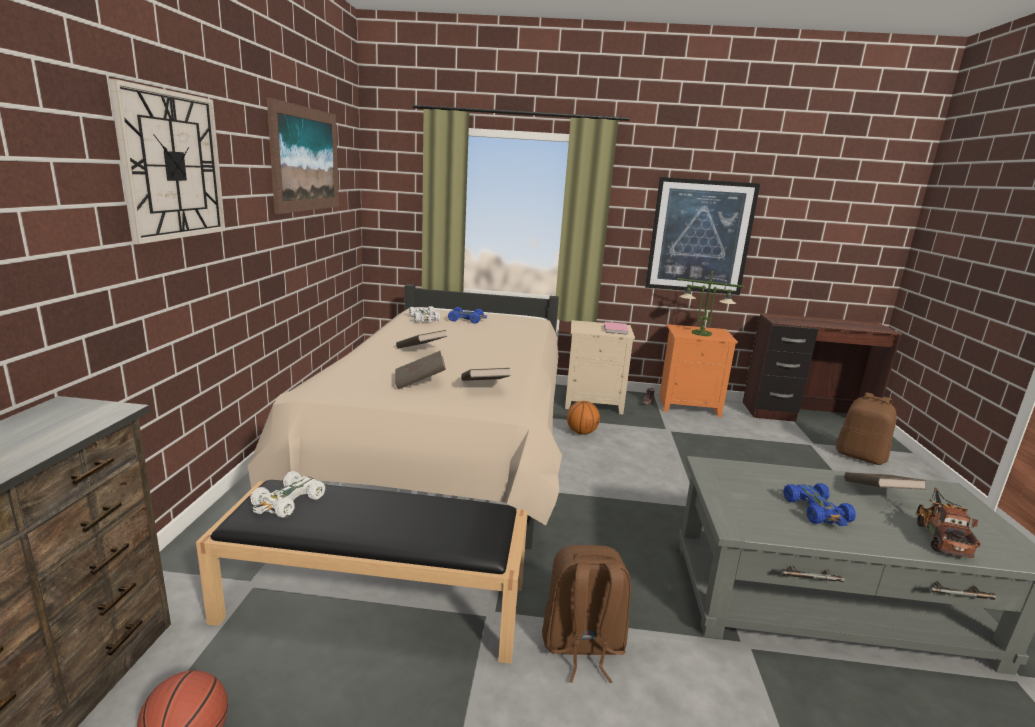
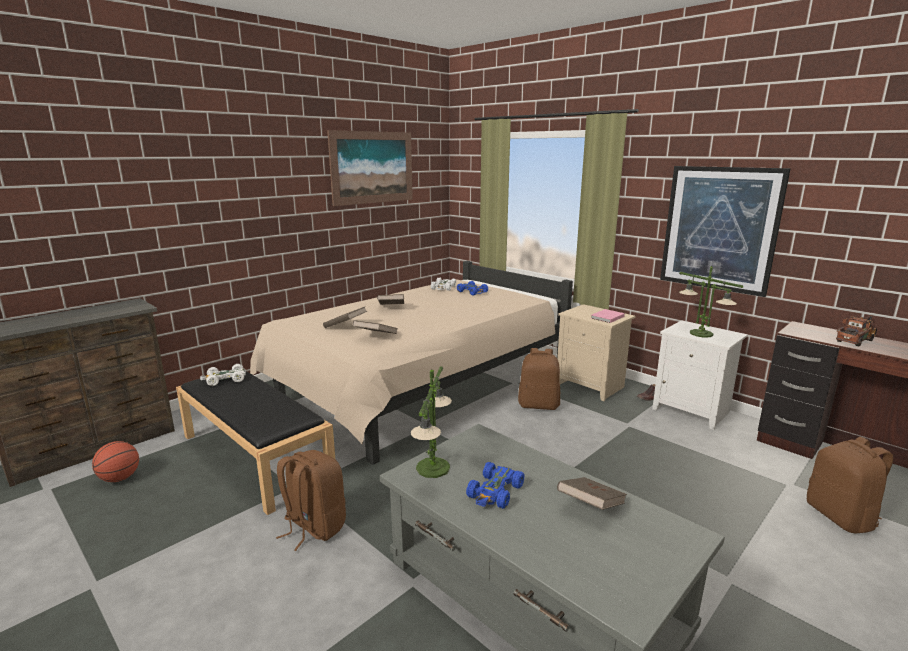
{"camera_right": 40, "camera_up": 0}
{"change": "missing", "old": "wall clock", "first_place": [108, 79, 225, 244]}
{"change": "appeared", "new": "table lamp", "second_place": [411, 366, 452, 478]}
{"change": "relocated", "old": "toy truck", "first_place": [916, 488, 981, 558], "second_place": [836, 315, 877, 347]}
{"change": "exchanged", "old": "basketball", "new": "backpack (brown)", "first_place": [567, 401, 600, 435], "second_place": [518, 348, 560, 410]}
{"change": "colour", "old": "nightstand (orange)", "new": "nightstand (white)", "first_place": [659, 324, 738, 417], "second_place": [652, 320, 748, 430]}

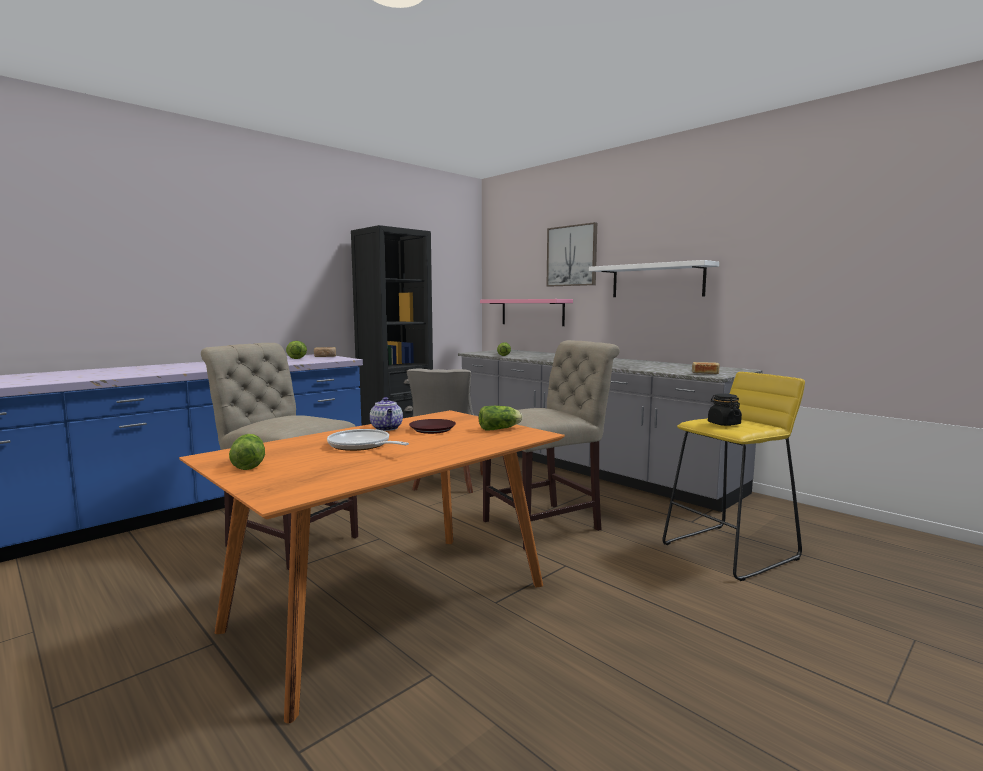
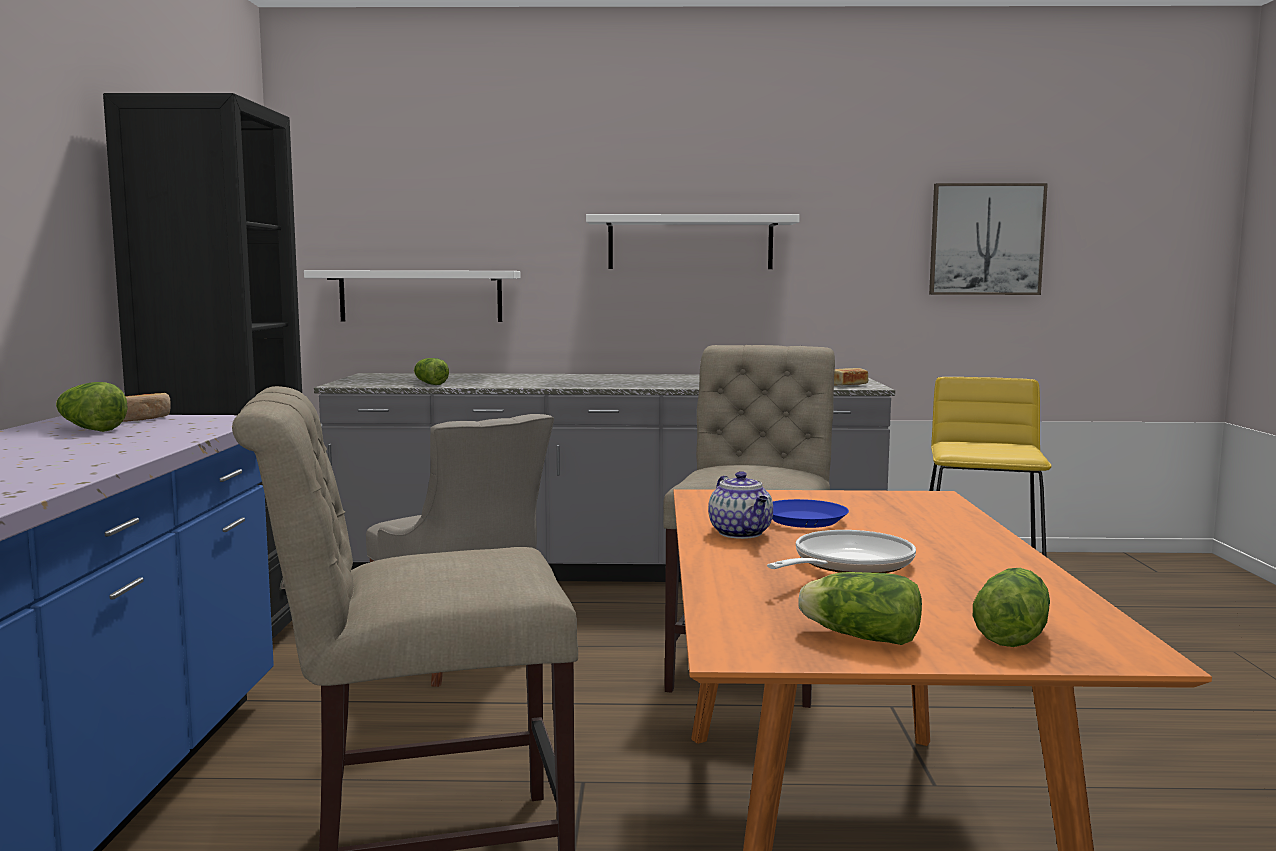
{"camera_right": -45, "camera_up": 0}
{"change": "missing", "old": "jar (black)", "first_place": [708, 394, 742, 426]}
{"change": "relocated", "old": "lettuce", "first_place": [479, 406, 522, 431], "second_place": [973, 568, 1050, 647]}
{"change": "relocated", "old": "picture", "first_place": [547, 222, 597, 287], "second_place": [929, 183, 1048, 295]}
{"change": "colour", "old": "plate (brown)", "new": "plate (blue)", "first_place": [409, 419, 456, 434], "second_place": [772, 499, 849, 528]}
{"change": "colour", "old": "shelf (pink)", "new": "shelf (white)", "first_place": [480, 299, 573, 326], "second_place": [304, 270, 521, 322]}
{"change": "spun", "old": "frying pan", "first_place": [327, 429, 409, 451], "second_place": [767, 530, 916, 573], "degrees": 135}
{"change": "spun", "old": "teapot", "first_place": [370, 397, 403, 431], "second_place": [708, 471, 773, 539], "degrees": 45}

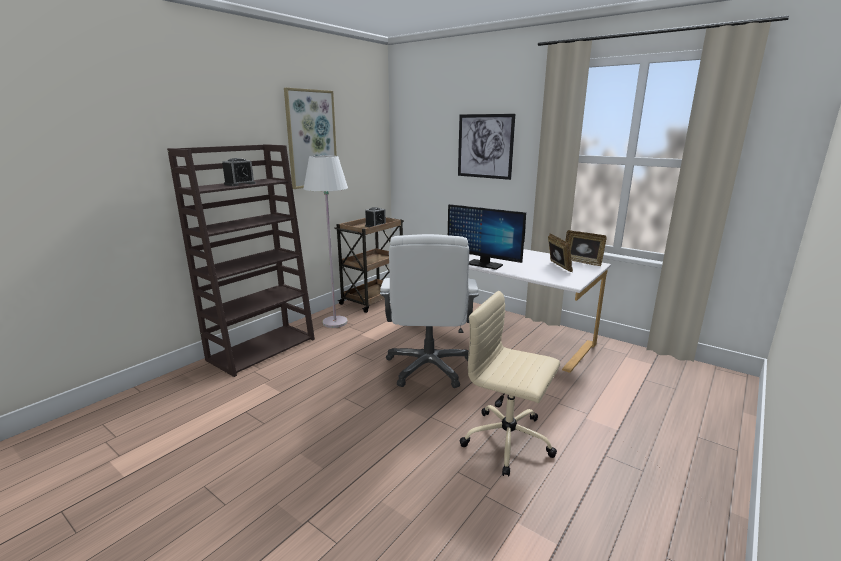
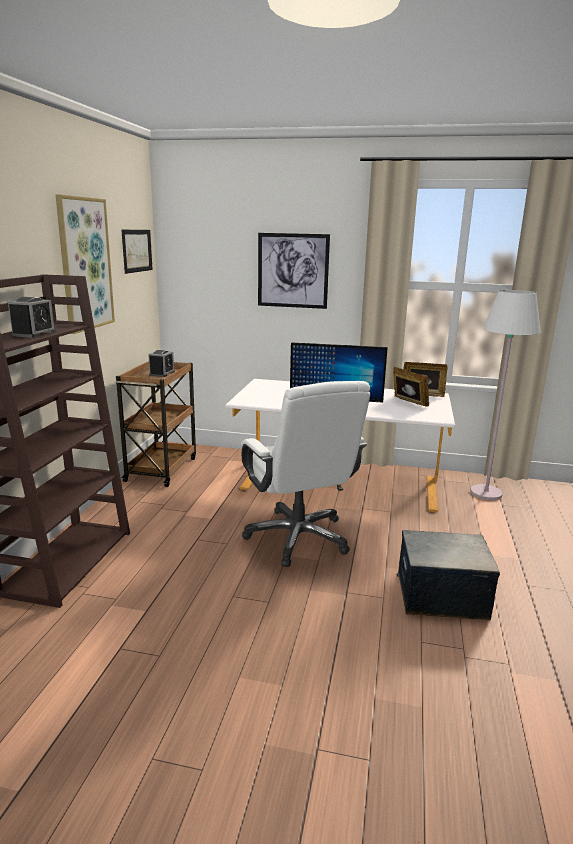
{"camera_right": -25, "camera_up": 0}
{"change": "appeared", "new": "picture", "second_place": [121, 230, 153, 274]}
{"change": "relocated", "old": "floor lamp (white)", "first_place": [303, 156, 348, 328], "second_place": [470, 290, 541, 500]}
{"change": "exchanged", "old": "office chair (beige)", "new": "storage box", "first_place": [460, 290, 560, 477], "second_place": [397, 530, 500, 620]}

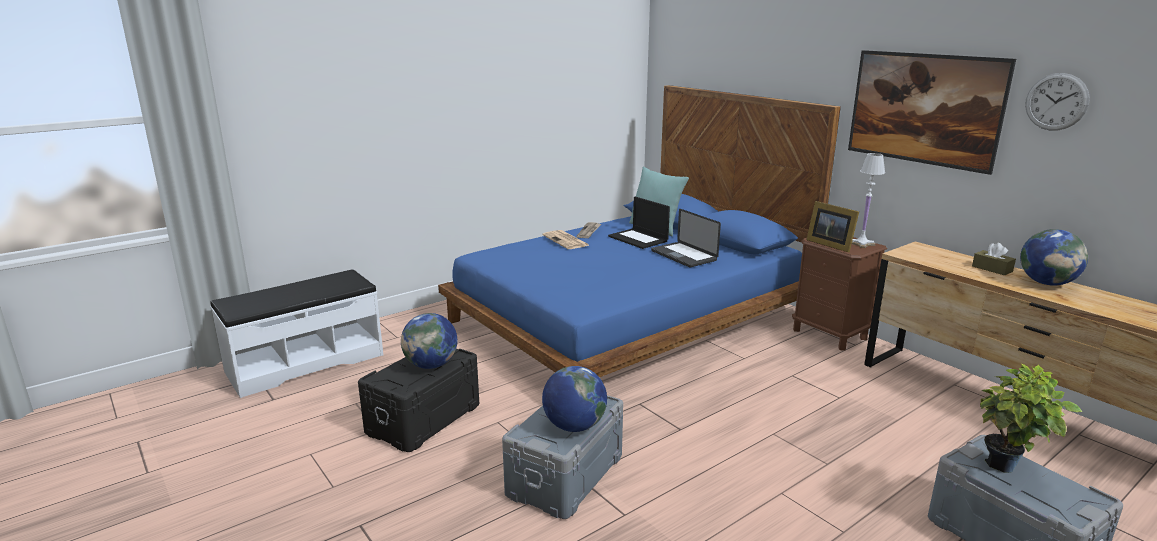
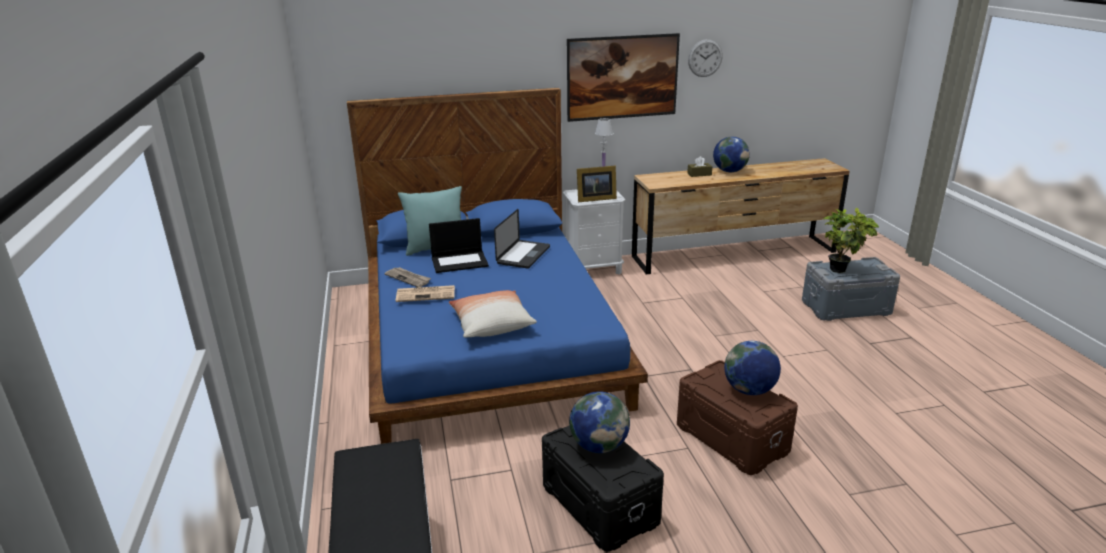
{"camera_right": -65, "camera_up": 5}
{"change": "appeared", "new": "pillow", "second_place": [449, 290, 537, 338]}
{"change": "colour", "old": "storage box (grey)", "new": "storage box (brown)", "first_place": [502, 395, 623, 519], "second_place": [677, 360, 798, 475]}
{"change": "colour", "old": "nightstand (brown)", "new": "nightstand (white)", "first_place": [792, 237, 887, 351], "second_place": [563, 189, 625, 275]}
{"change": "spun", "old": "laptop", "first_place": [651, 209, 721, 268], "second_place": [494, 209, 550, 269], "degrees": -60}

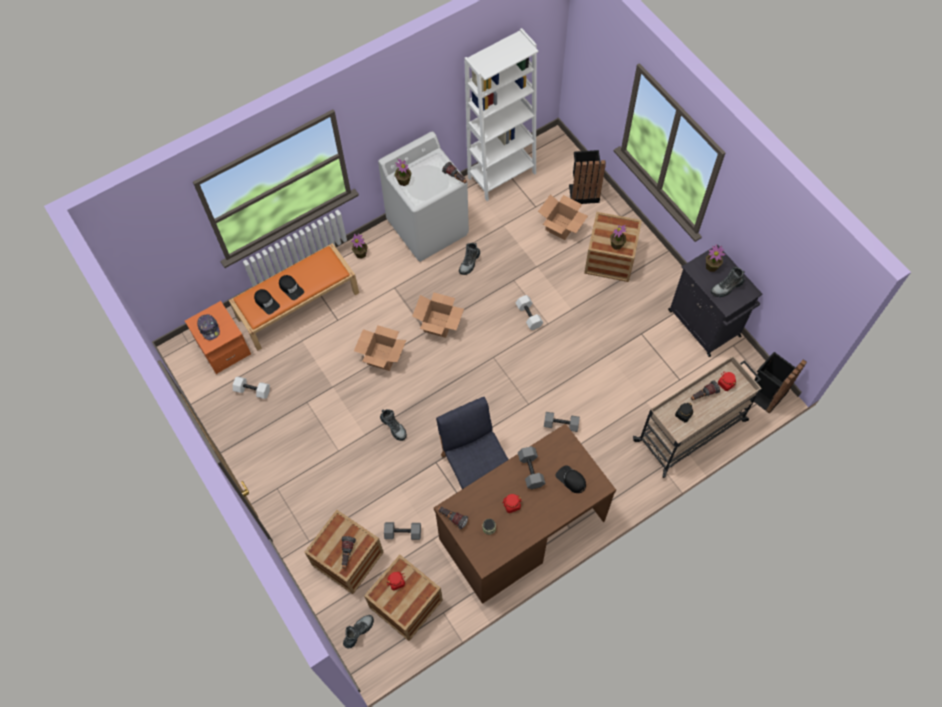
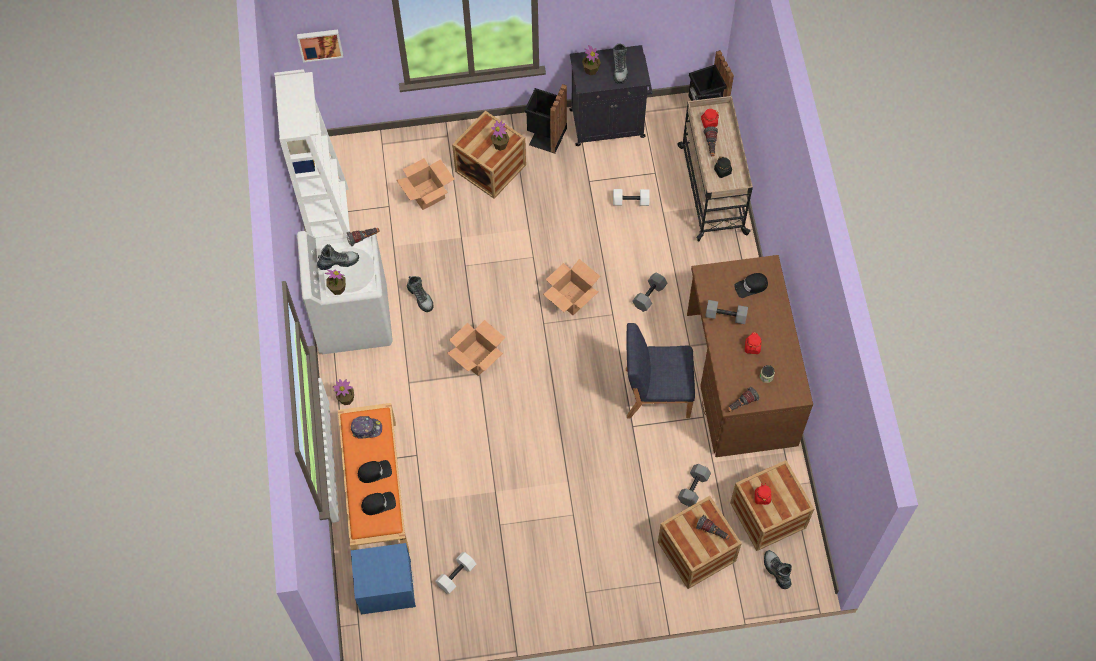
{"camera_right": -65, "camera_up": 0}
{"change": "appeared", "new": "picture", "second_place": [297, 29, 343, 62]}
{"change": "relocated", "old": "cap", "first_place": [197, 314, 220, 340], "second_place": [351, 416, 382, 439]}
{"change": "relocated", "old": "cardboard box", "first_place": [354, 326, 406, 371], "second_place": [543, 259, 600, 315]}
{"change": "relocated", "old": "boot", "first_place": [380, 409, 407, 441], "second_place": [317, 244, 359, 270]}
{"change": "relocated", "old": "dumbbell (white)", "first_place": [515, 295, 543, 330], "second_place": [613, 189, 650, 206]}
{"change": "relocated", "old": "trash can (black)", "first_place": [569, 150, 606, 204], "second_place": [524, 84, 567, 154]}
{"change": "colour", "old": "nightstand (orange)", "new": "nightstand (blue)", "first_place": [185, 301, 251, 374], "second_place": [351, 543, 416, 615]}

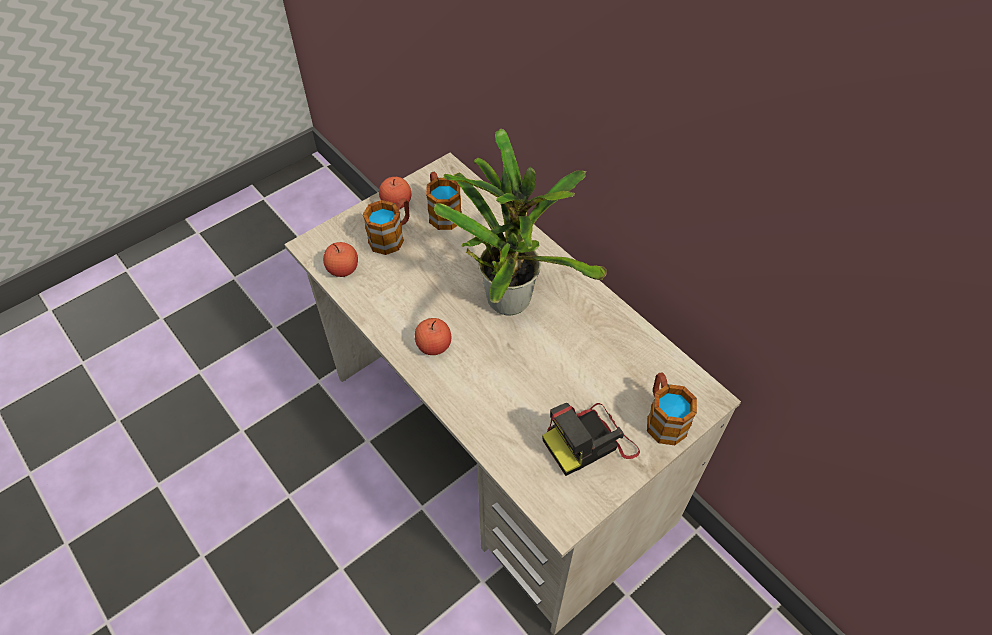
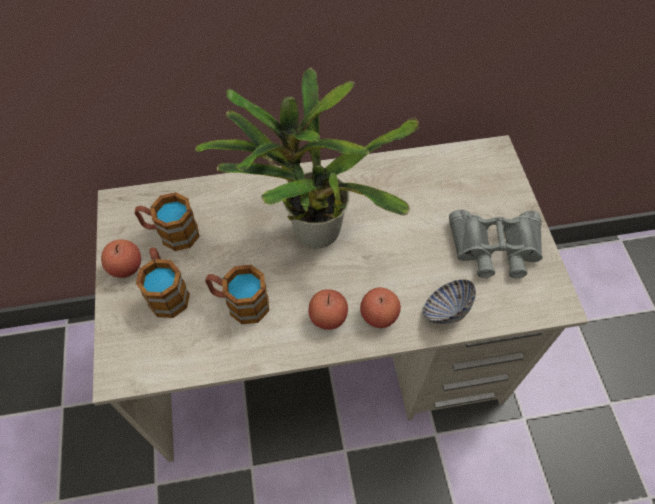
{"camera_right": -60, "camera_up": 5}
{"change": "appeared", "new": "bowl", "second_place": [423, 279, 476, 324]}
{"change": "relocated", "old": "apple", "first_place": [323, 242, 358, 277], "second_place": [360, 287, 401, 328]}
{"change": "relocated", "old": "mug", "first_place": [647, 373, 697, 445], "second_place": [205, 265, 269, 324]}
{"change": "exchanged", "old": "photo camera", "new": "binoculars (grey)", "first_place": [542, 403, 640, 476], "second_place": [449, 210, 543, 278]}

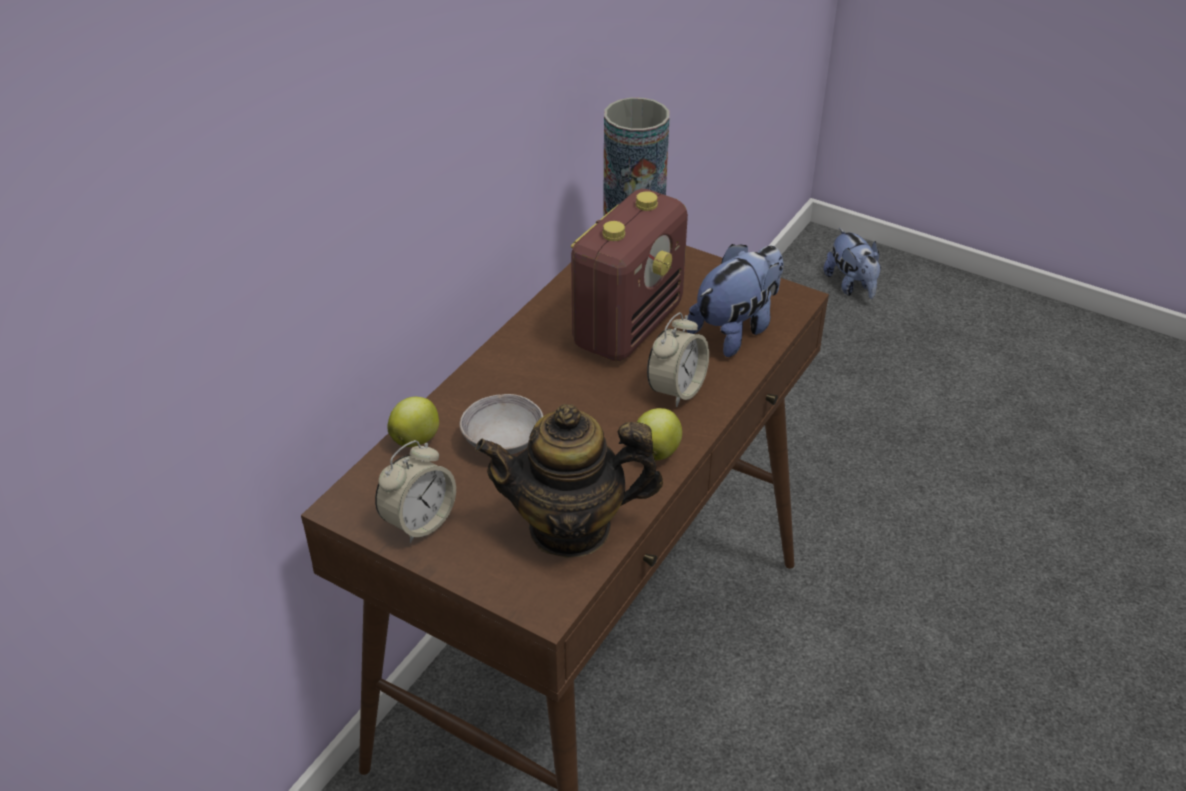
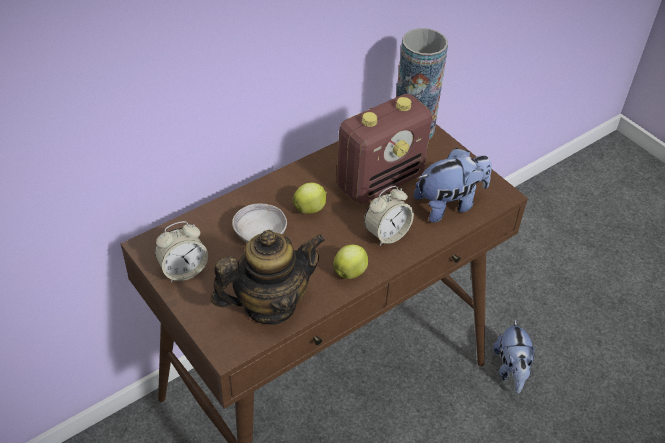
{"camera_right": 20, "camera_up": 5}
{"change": "relocated", "old": "apple", "first_place": [387, 397, 439, 447], "second_place": [293, 182, 327, 214]}
{"change": "relocated", "old": "plush toy", "first_place": [824, 228, 881, 299], "second_place": [493, 319, 535, 394]}
{"change": "spun", "old": "teapot", "first_place": [475, 404, 663, 558], "second_place": [211, 230, 325, 325], "degrees": 135}

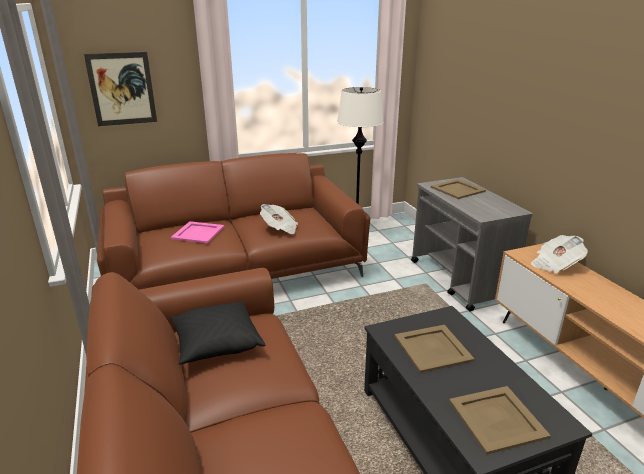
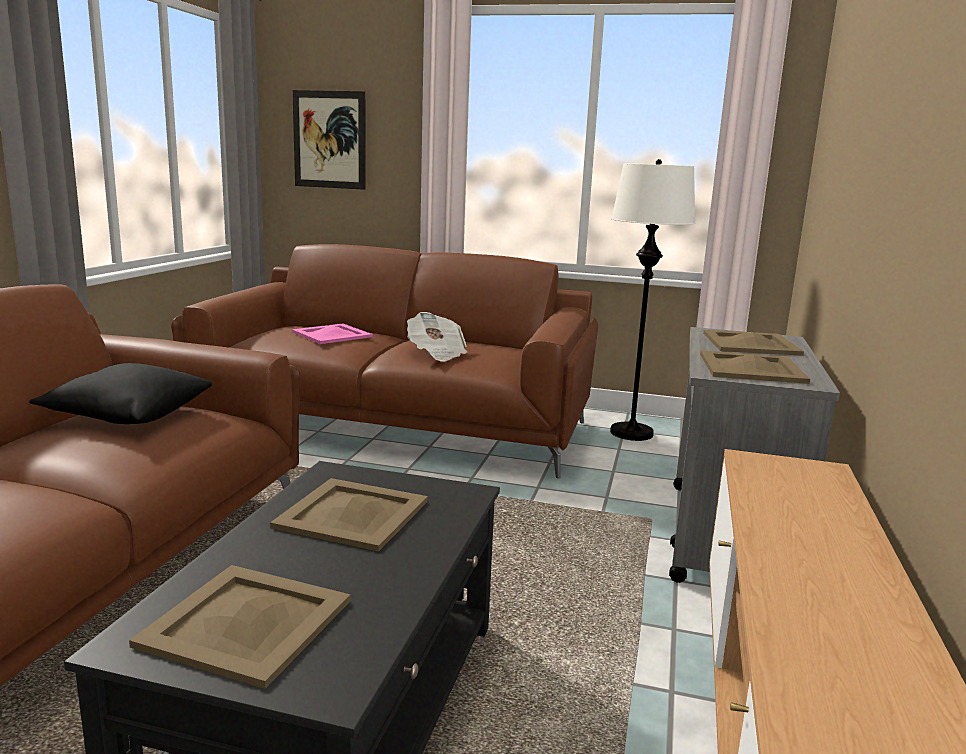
{"camera_right": 35, "camera_up": -10}
{"change": "missing", "old": "newspaper", "first_place": [531, 235, 588, 273]}
{"change": "appeared", "new": "tray (beige)", "second_place": [700, 350, 810, 384]}

